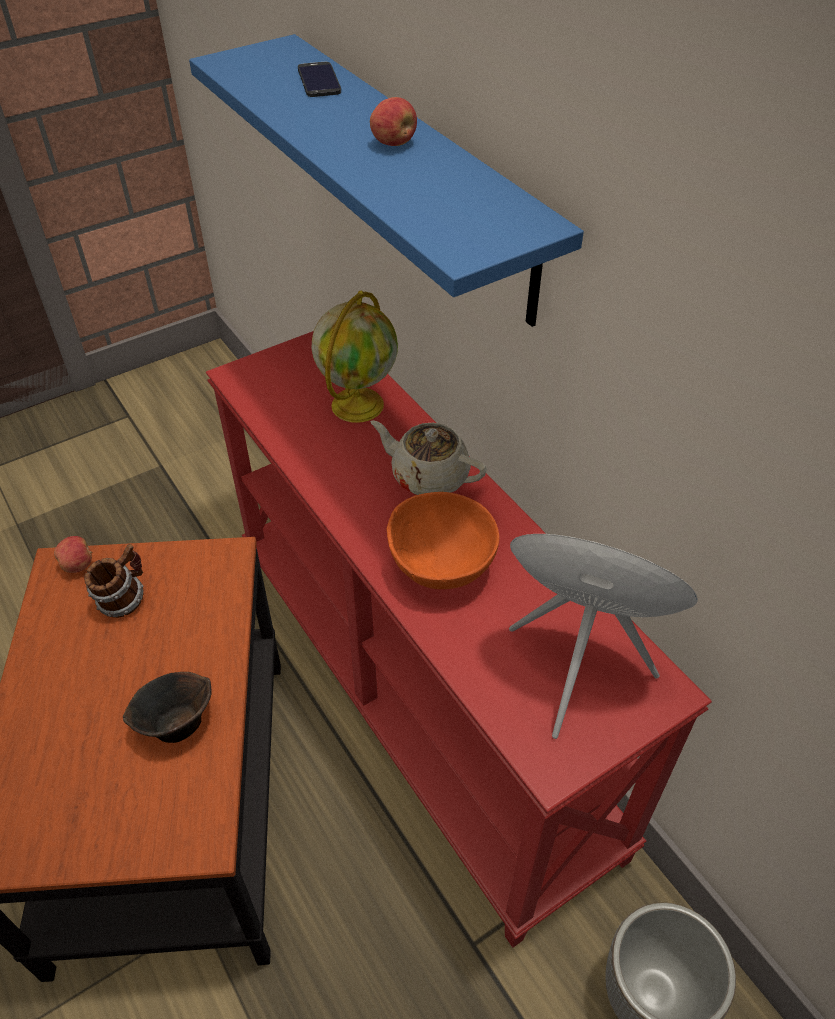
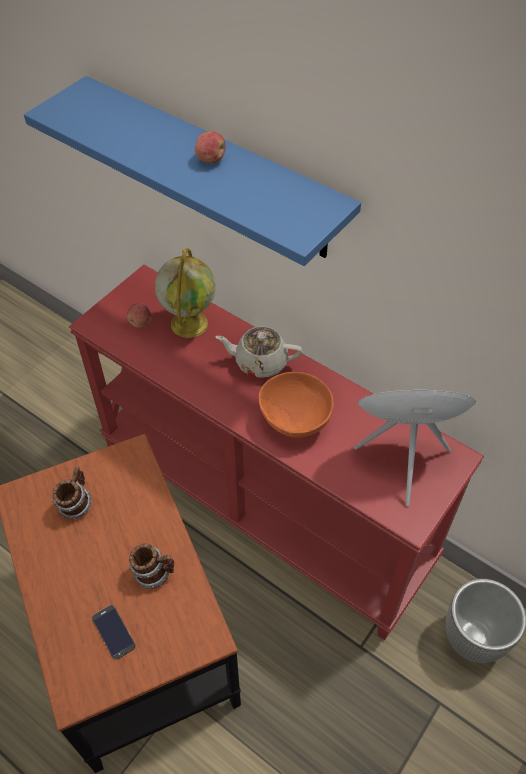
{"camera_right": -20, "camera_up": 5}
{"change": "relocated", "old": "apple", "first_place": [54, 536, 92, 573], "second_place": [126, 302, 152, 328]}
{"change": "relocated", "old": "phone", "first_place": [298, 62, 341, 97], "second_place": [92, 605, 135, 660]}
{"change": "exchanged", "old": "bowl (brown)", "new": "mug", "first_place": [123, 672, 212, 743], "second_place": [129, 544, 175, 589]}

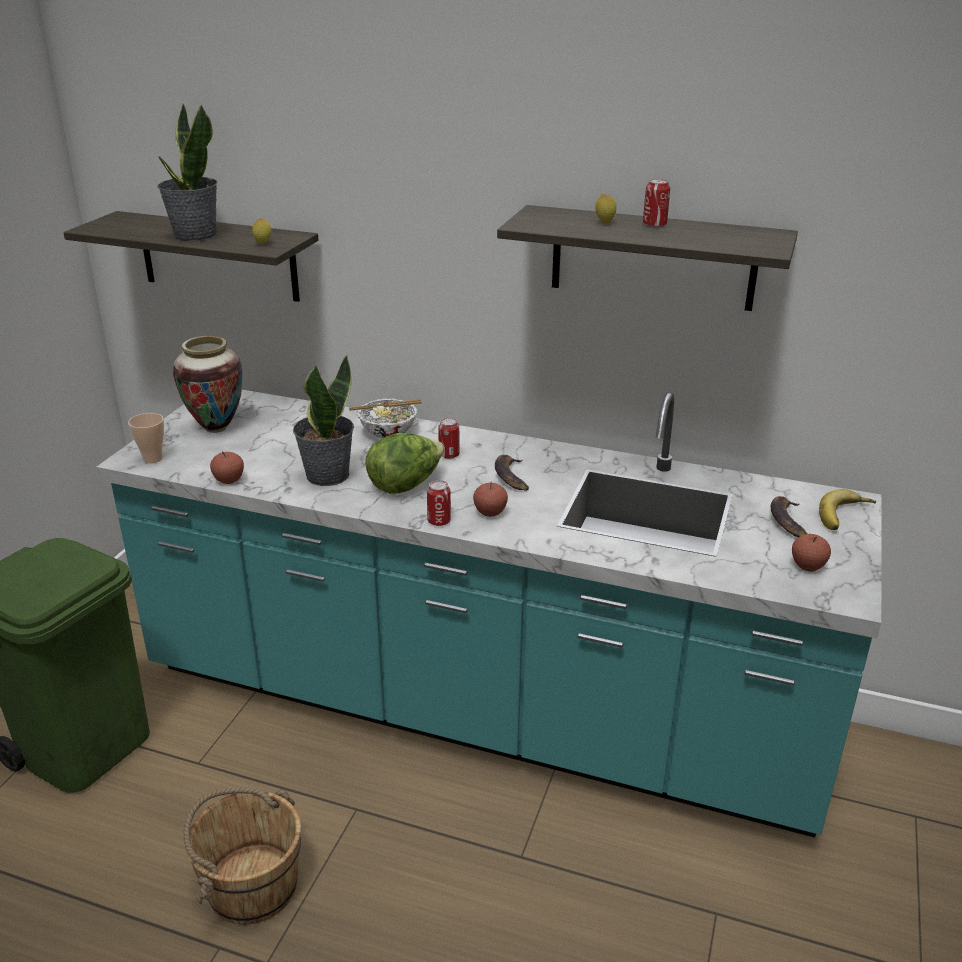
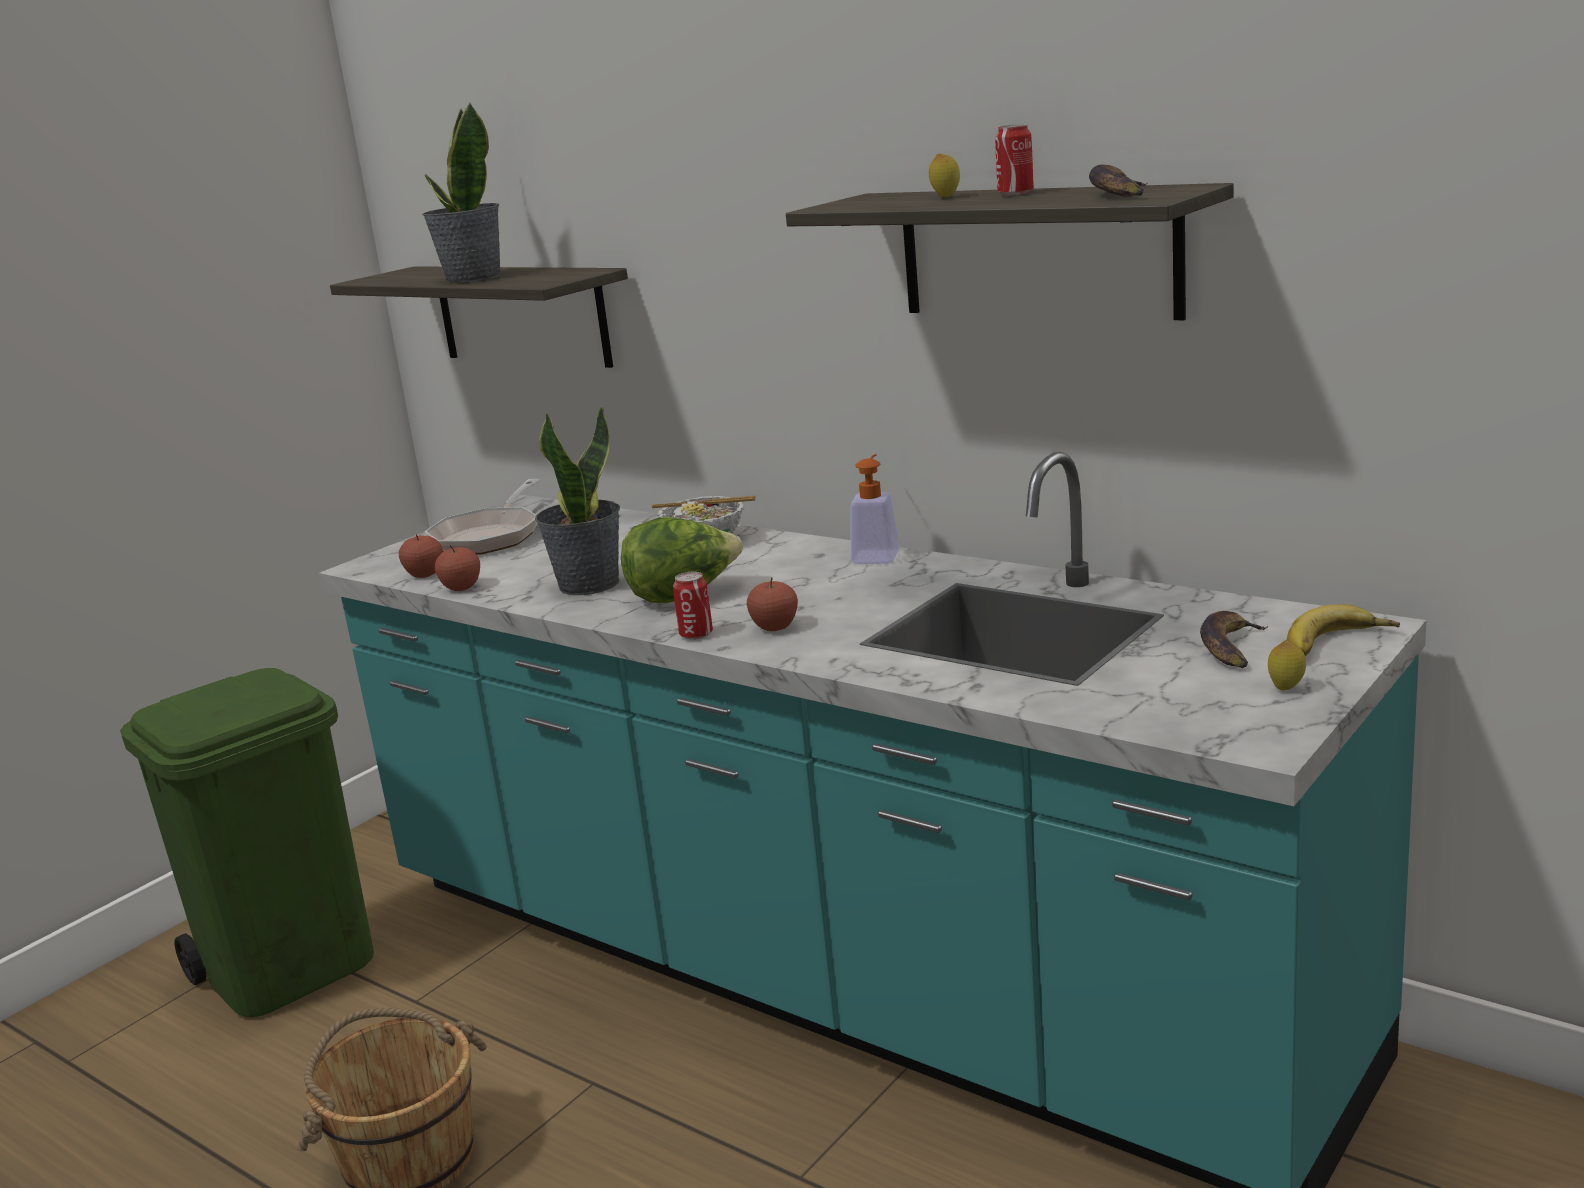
{"camera_right": 20, "camera_up": -10}
{"change": "missing", "old": "cup", "first_place": [128, 413, 164, 463]}
{"change": "missing", "old": "can", "first_place": [439, 418, 460, 459]}
{"change": "appeared", "new": "soap dispenser", "second_place": [851, 454, 900, 564]}
{"change": "relocated", "old": "lemon", "first_place": [252, 218, 271, 245], "second_place": [1268, 640, 1306, 690]}
{"change": "relocated", "old": "banana", "first_place": [495, 455, 529, 491], "second_place": [1089, 165, 1147, 197]}
{"change": "relocated", "old": "apple", "first_place": [792, 534, 831, 572], "second_place": [399, 534, 443, 578]}
{"change": "exchanged", "old": "vase", "new": "frying pan", "first_place": [173, 336, 242, 433], "second_place": [424, 479, 540, 555]}

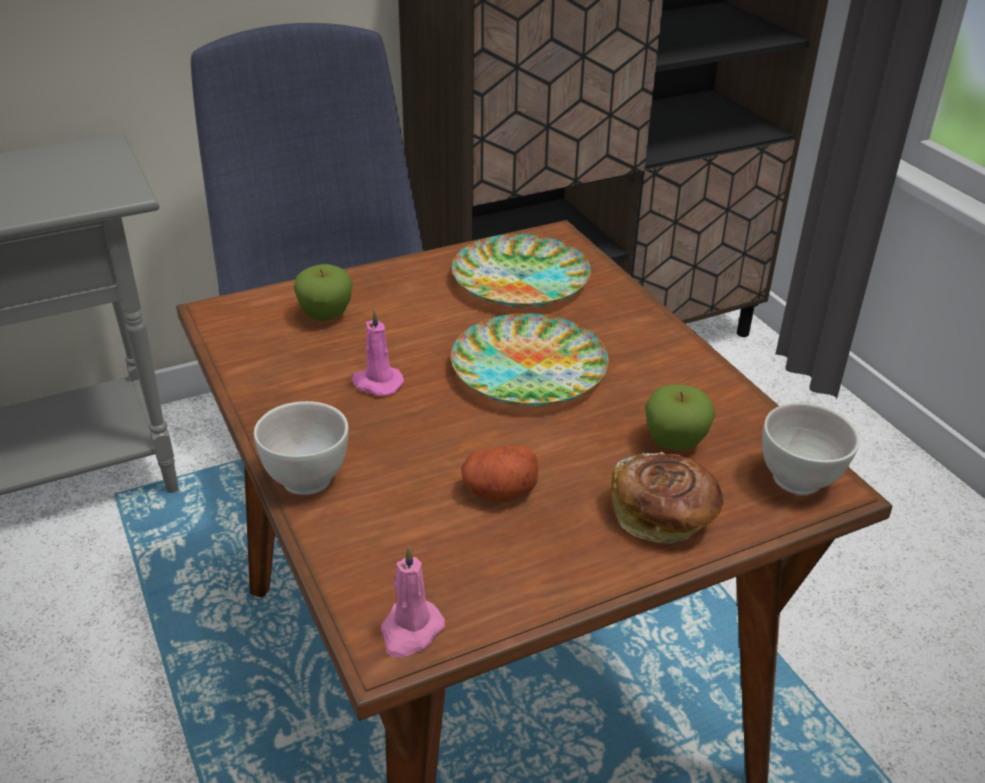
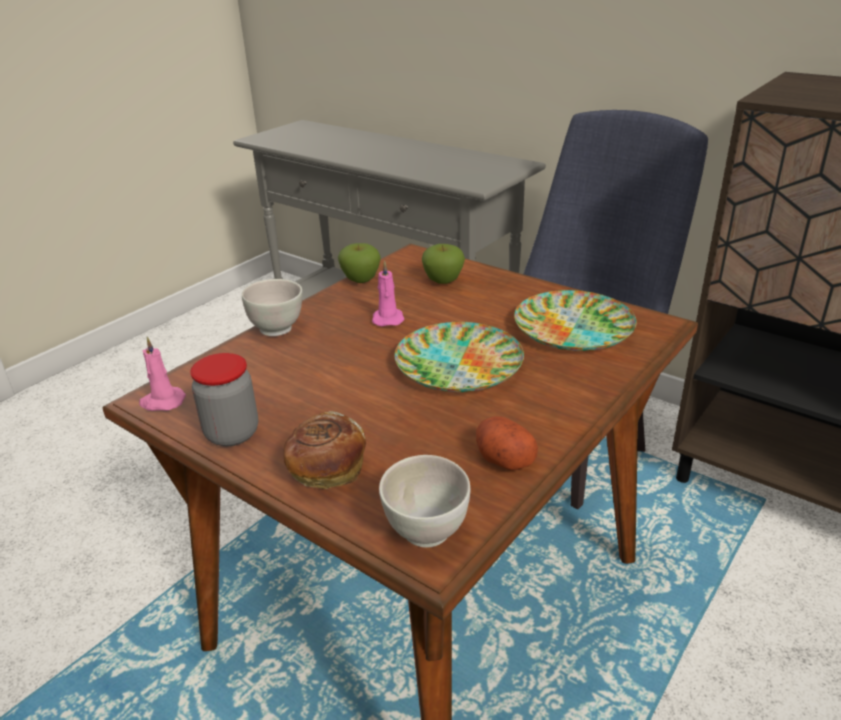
{"camera_right": 65, "camera_up": -5}
{"change": "appeared", "new": "jar", "second_place": [190, 353, 258, 446]}
{"change": "relocated", "old": "potato", "first_place": [461, 446, 538, 502], "second_place": [476, 416, 538, 471]}
{"change": "relocated", "old": "apple", "first_place": [645, 384, 715, 450], "second_place": [338, 243, 381, 283]}

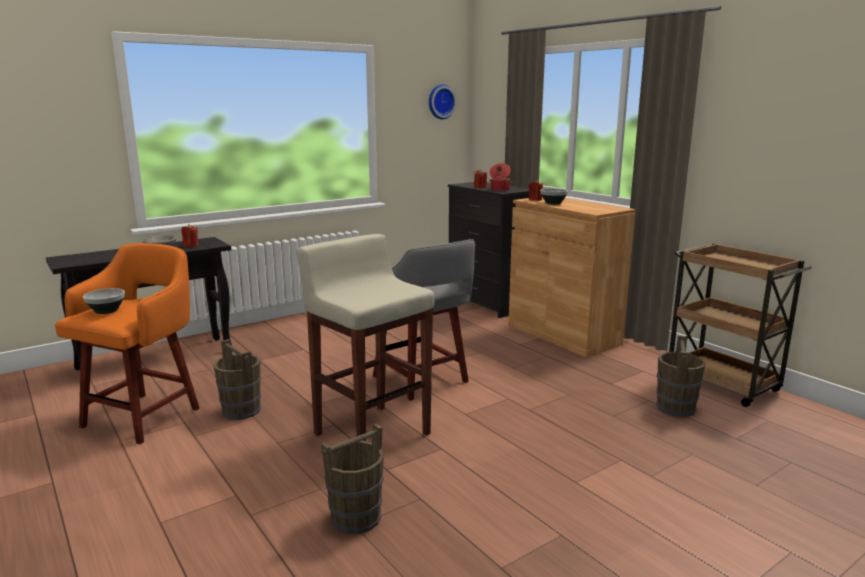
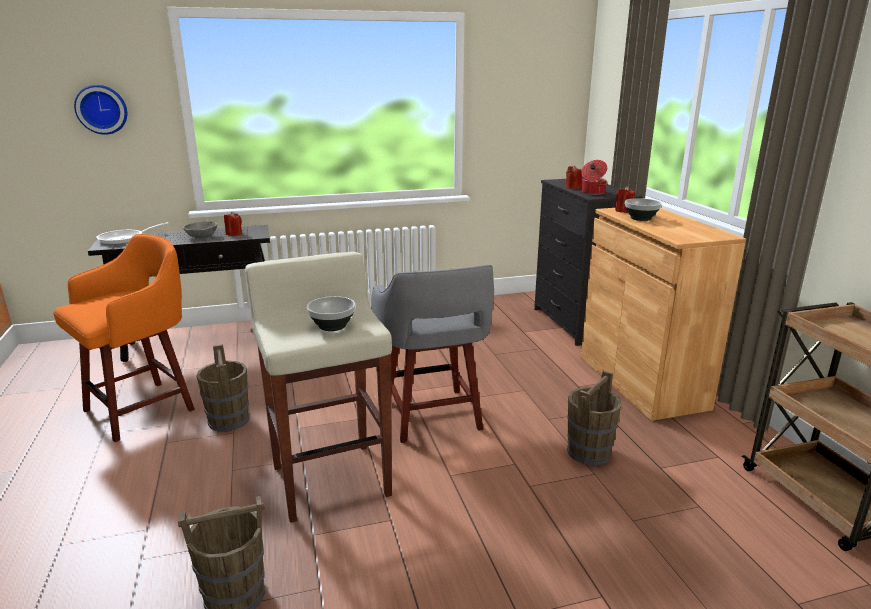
{"camera_right": 20, "camera_up": 5}
{"change": "appeared", "new": "frying pan", "second_place": [96, 222, 169, 245]}
{"change": "relocated", "old": "bowl", "first_place": [83, 288, 125, 314], "second_place": [307, 296, 355, 331]}
{"change": "relocated", "old": "wall clock", "first_place": [429, 84, 457, 119], "second_place": [74, 85, 127, 135]}
{"change": "relocated", "old": "bucket (brown)", "first_place": [656, 336, 706, 417], "second_place": [567, 370, 622, 465]}

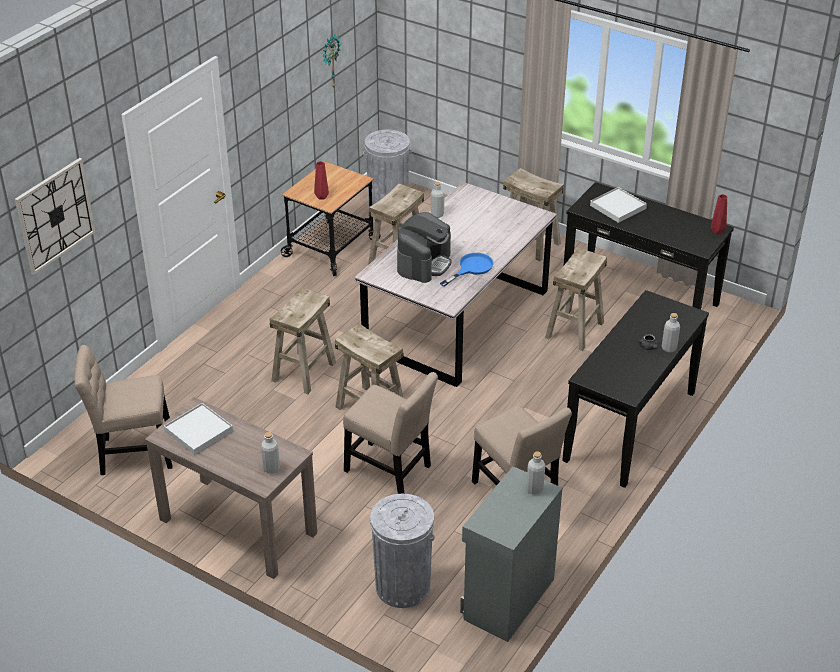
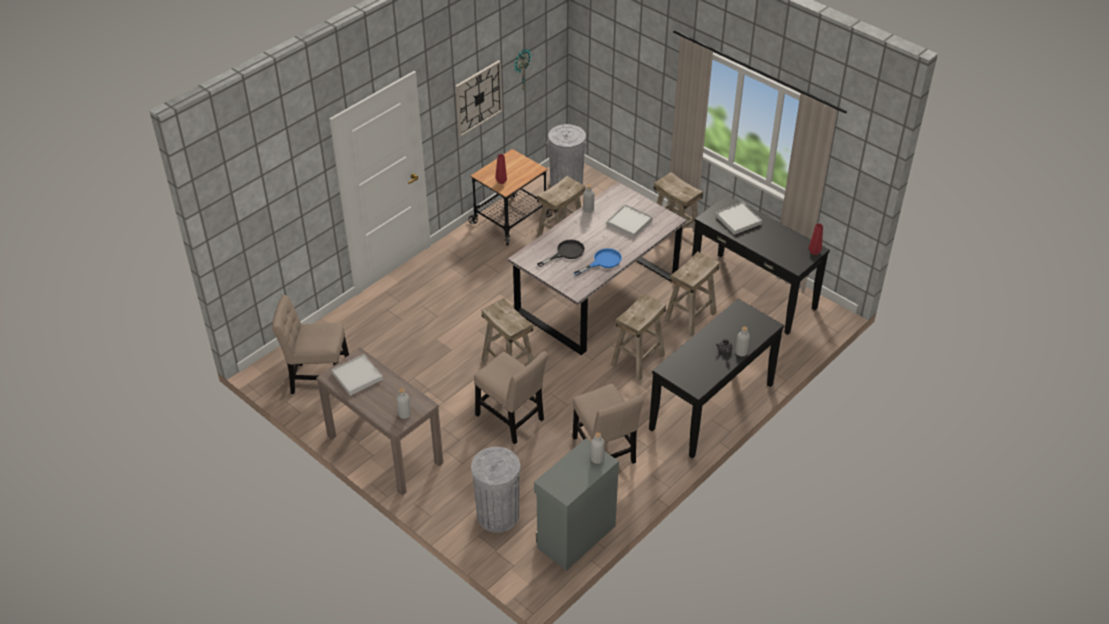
{"camera_right": 10, "camera_up": 5}
{"change": "appeared", "new": "tray (white)", "second_place": [607, 204, 652, 238]}
{"change": "relocated", "old": "wall clock", "first_place": [15, 158, 96, 275], "second_place": [455, 60, 503, 137]}
{"change": "relocated", "old": "stool (beige)", "first_place": [270, 287, 336, 394], "second_place": [611, 293, 666, 381]}
{"change": "exchanged", "old": "coffee machine", "new": "frying pan (black)", "first_place": [397, 212, 452, 283], "second_place": [537, 240, 585, 267]}

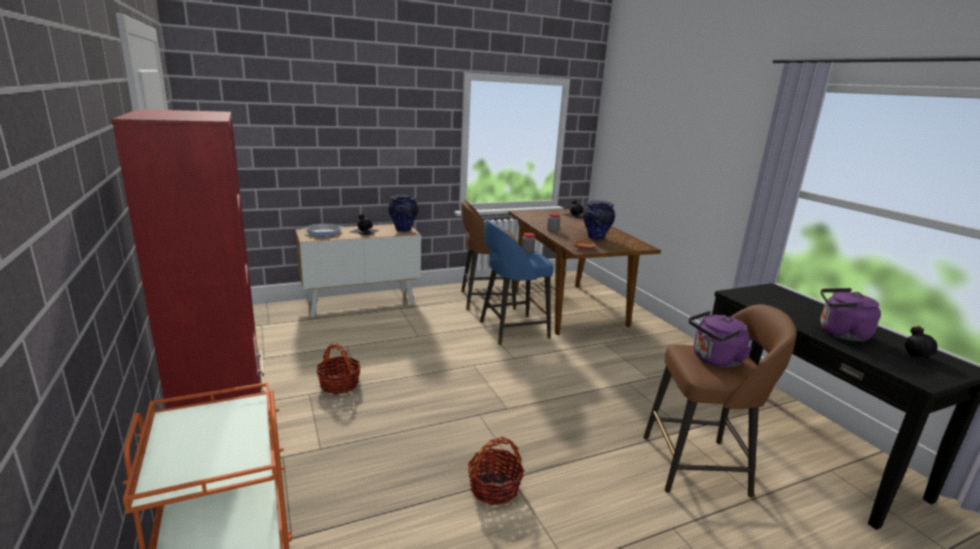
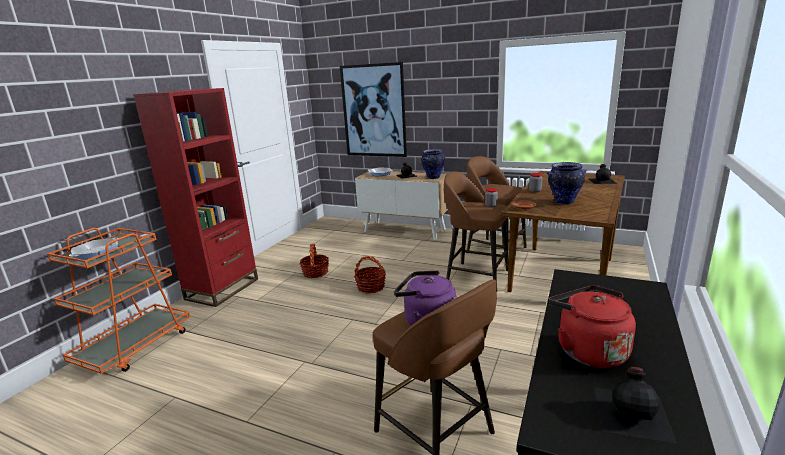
{"camera_right": 50, "camera_up": 0}
{"change": "appeared", "new": "frying pan", "second_place": [69, 238, 118, 260]}
{"change": "appeared", "new": "picture", "second_place": [340, 62, 407, 157]}
{"change": "relocated", "old": "basket", "first_place": [468, 437, 525, 505], "second_place": [354, 256, 386, 293]}
{"change": "colour", "old": "stool (blue)", "new": "stool (brown)", "first_place": [480, 219, 553, 345], "second_place": [444, 171, 508, 285]}
{"change": "colour", "old": "kettle (purple)", "new": "kettle (red)", "first_place": [820, 288, 881, 342], "second_place": [549, 285, 636, 368]}

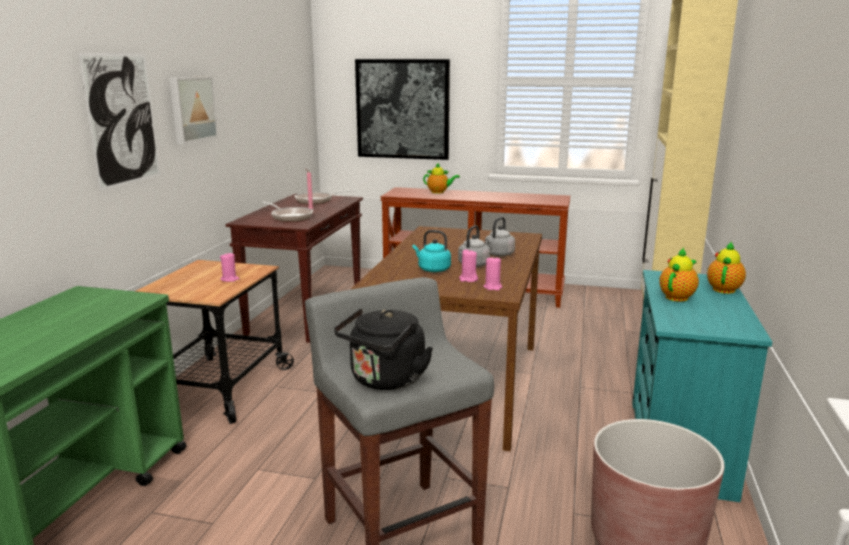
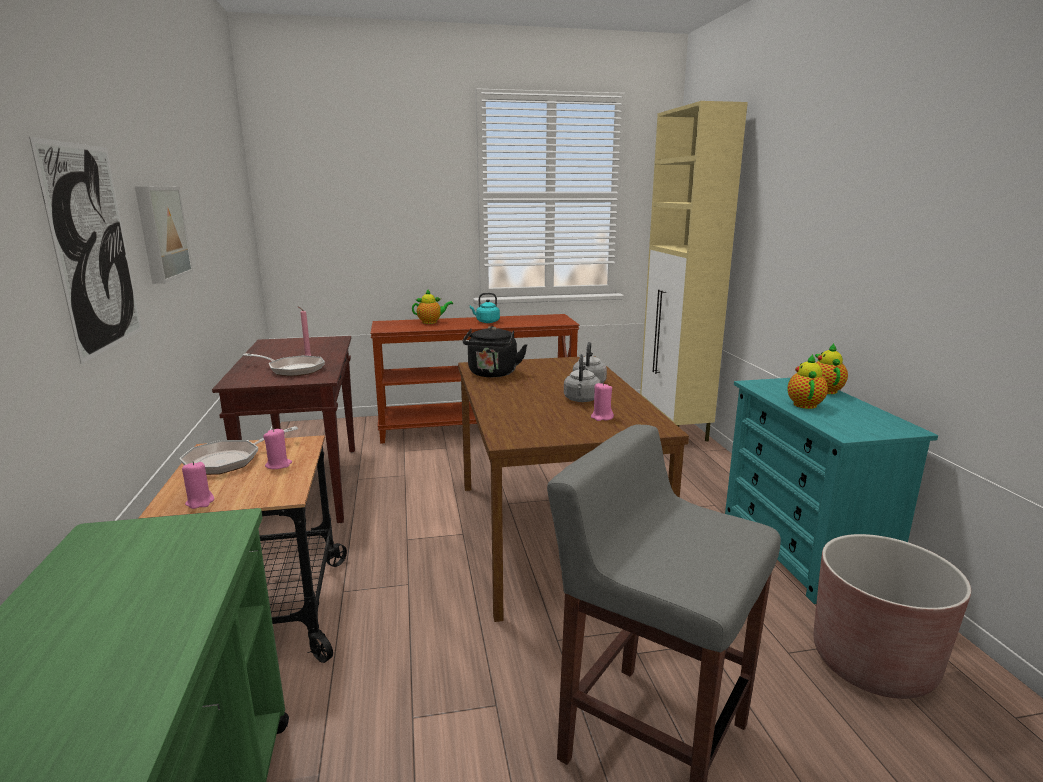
{"camera_right": -25, "camera_up": 0}
{"change": "missing", "old": "picture", "first_place": [355, 59, 450, 160]}
{"change": "relocated", "old": "frying pan", "first_place": [294, 190, 356, 204], "second_place": [179, 426, 298, 475]}
{"change": "relocated", "old": "kettle (black)", "first_place": [334, 308, 433, 390], "second_place": [463, 326, 527, 377]}
{"change": "relocated", "old": "kettle (turquoise)", "first_place": [412, 230, 451, 272], "second_place": [470, 293, 500, 323]}
{"change": "relocated", "old": "candle (pink)", "first_place": [483, 257, 502, 291], "second_place": [182, 461, 214, 509]}

